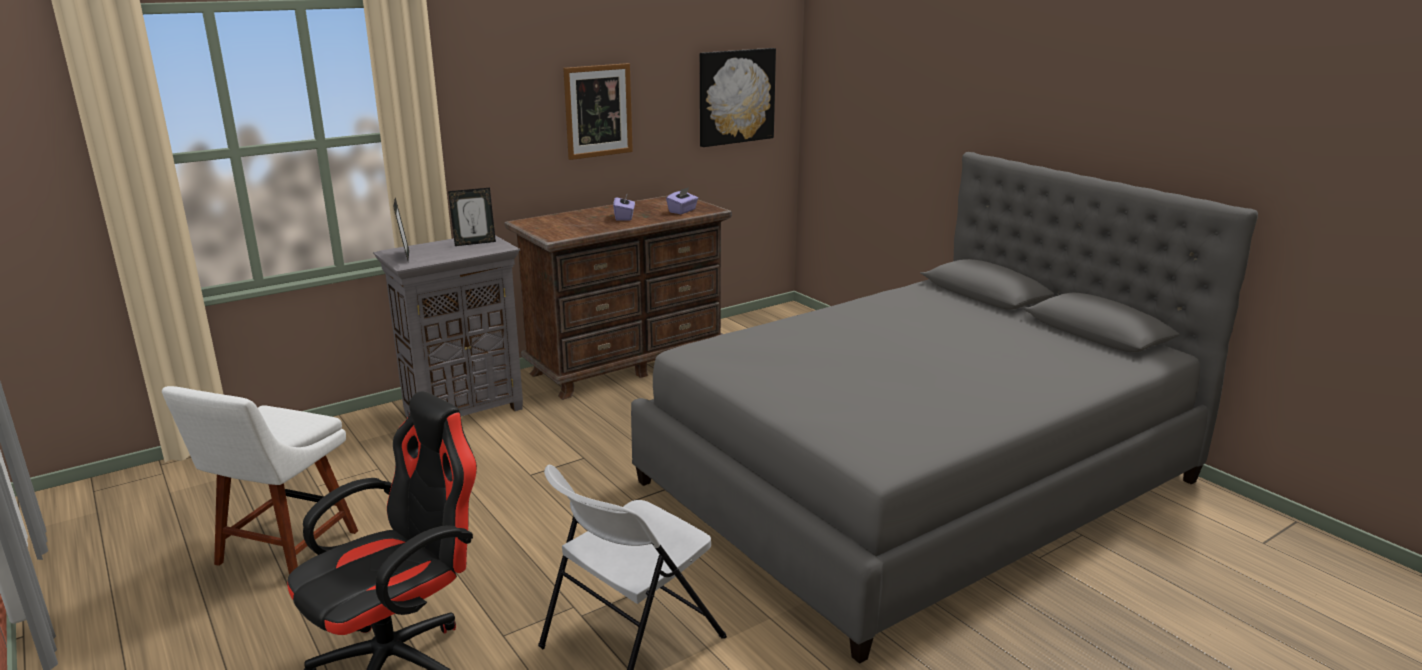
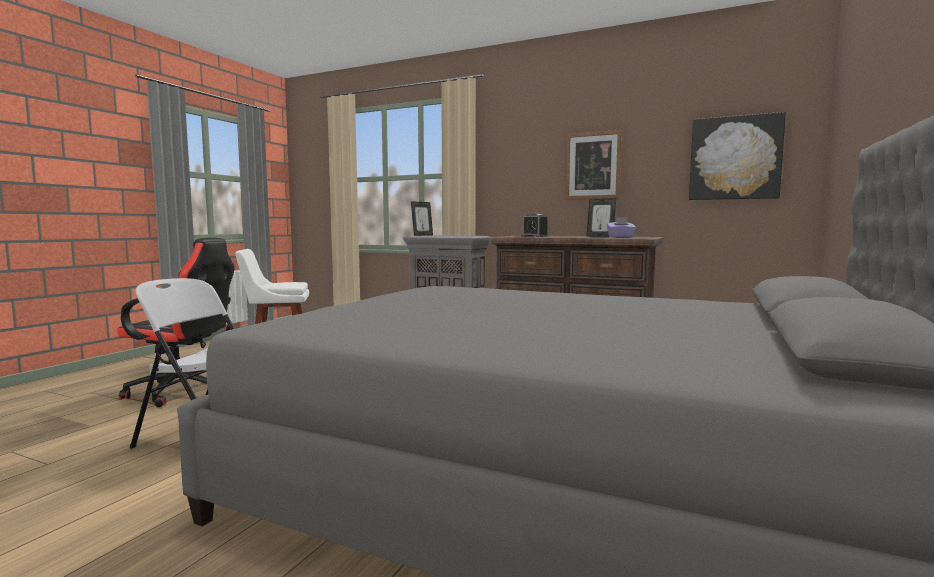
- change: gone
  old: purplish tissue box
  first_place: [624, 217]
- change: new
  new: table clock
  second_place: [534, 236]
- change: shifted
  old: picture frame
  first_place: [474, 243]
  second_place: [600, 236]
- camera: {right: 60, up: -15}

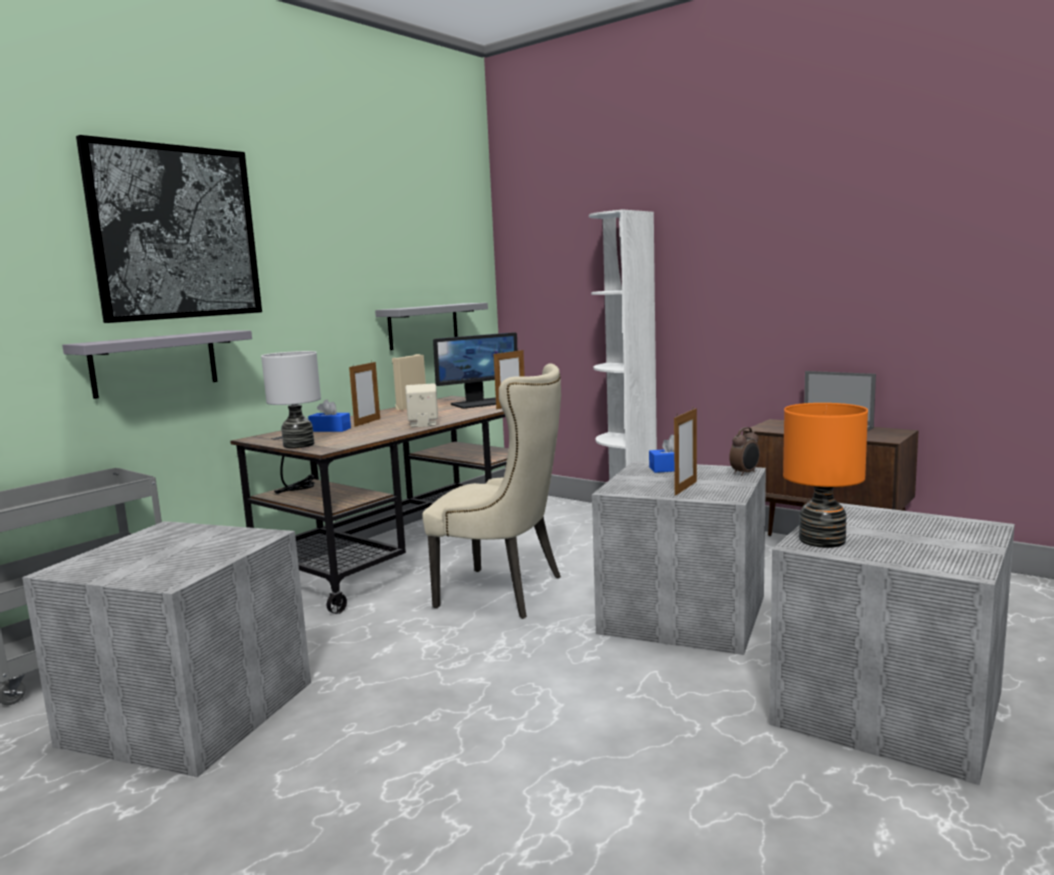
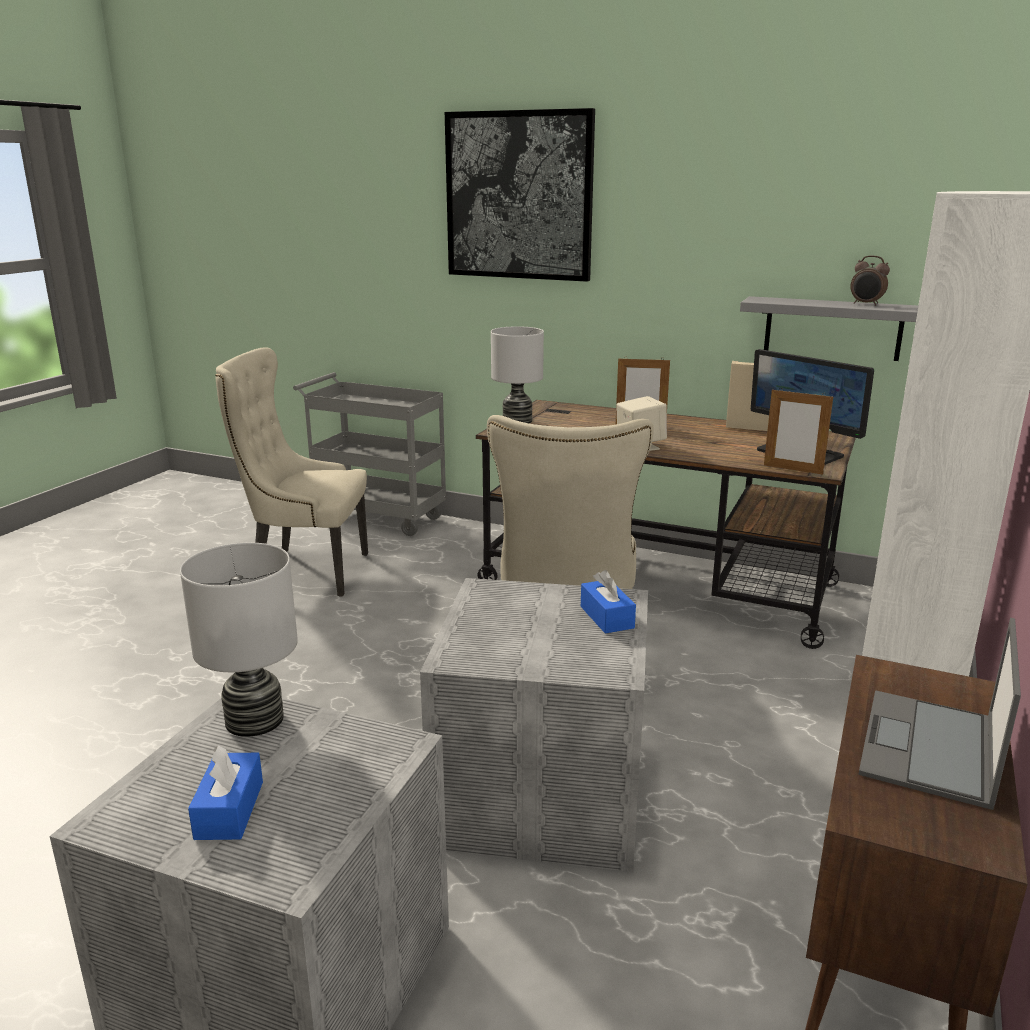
- change: gone
  old: gray bracket shelf
  first_place: [155, 363]
- change: gone
  old: picture frame
  first_place: [685, 488]
- change: shifted
  old: blue tissue box
  first_place: [330, 430]
  second_place: [229, 810]
- change: shifted
  old: table clock
  first_place: [745, 473]
  second_place: [866, 304]
- change: swapped
  old: gray storage container
  new: beige-coloured upright chair
  first_place: [185, 714]
  second_place: [306, 573]
- change: repainted
  old: orange-coloured tabletop lamp
  new: gray tabletop lamp
  first_place: [822, 540]
  second_place: [254, 720]
- camera: {right: 75, up: 10}

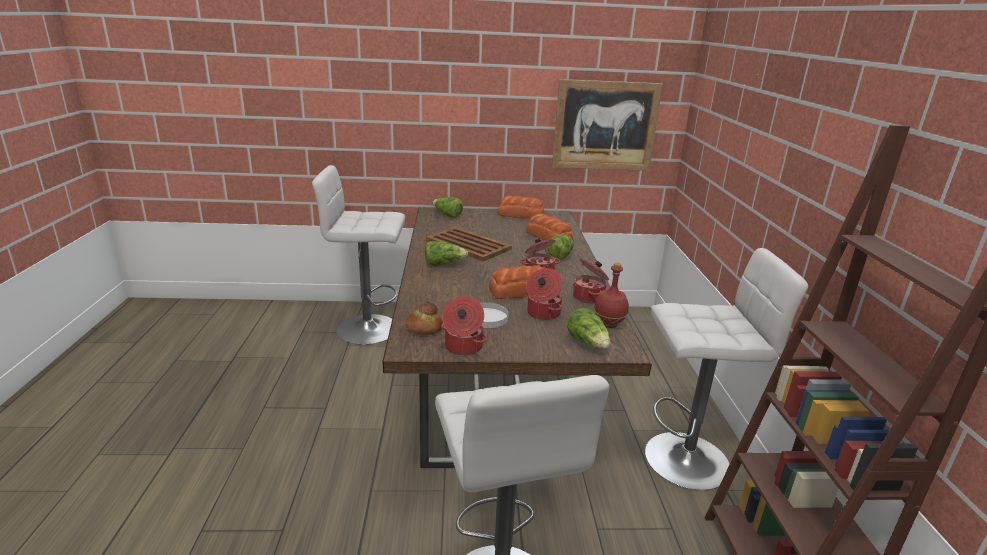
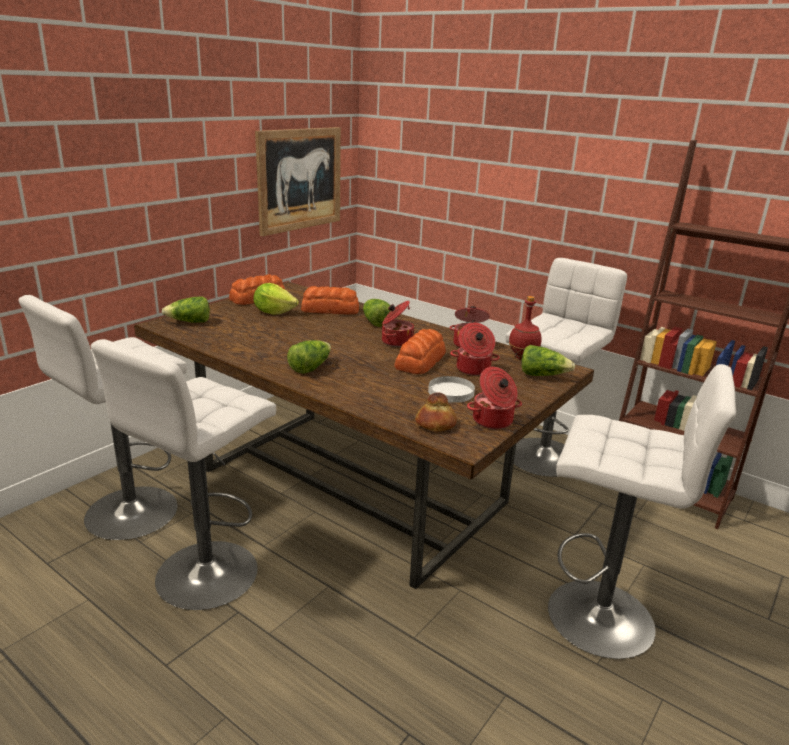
- change: gone
  old: brownish carrying tray
  first_place: [467, 244]
- change: new
  new: white sitting stool
  second_place: [205, 574]
- change: new
  new: lettuce head
  second_place: [274, 312]
- camera: {right: -50, up: 0}

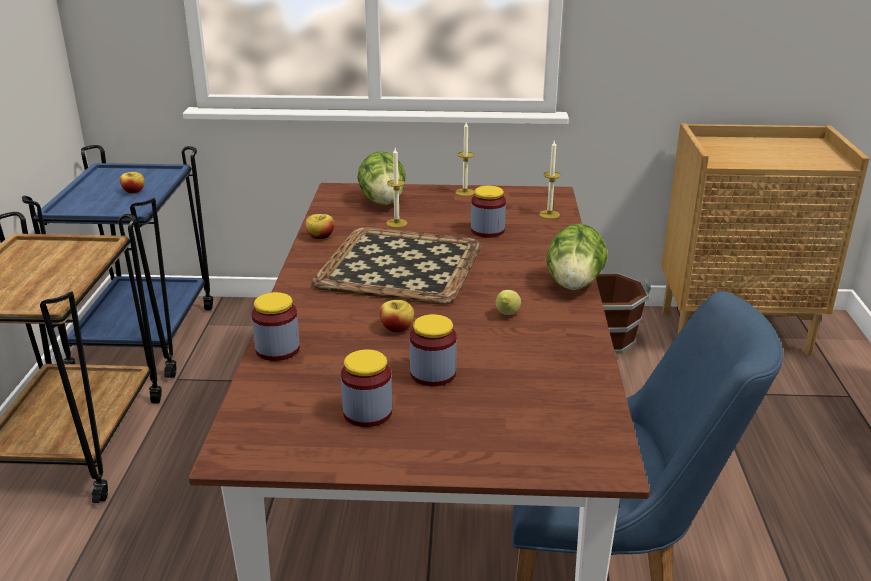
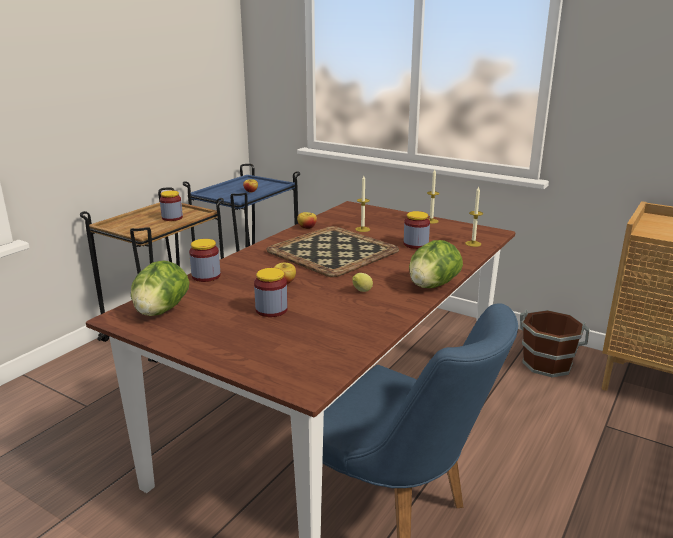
- change: shifted
  old: storage jar
  first_place: [367, 413]
  second_place: [172, 218]
- change: shifted
  old: lettuce head
  first_place: [383, 201]
  second_place: [161, 311]
- camera: {right: 30, up: -5}

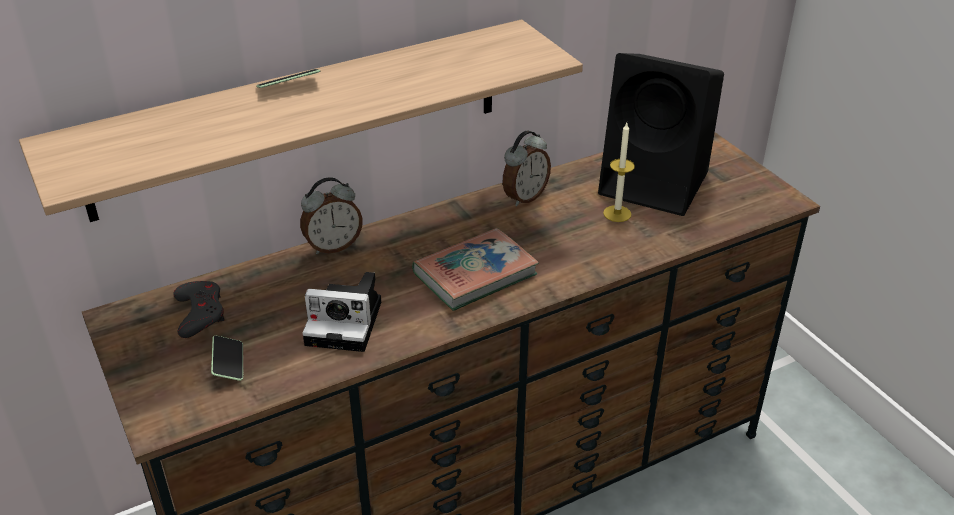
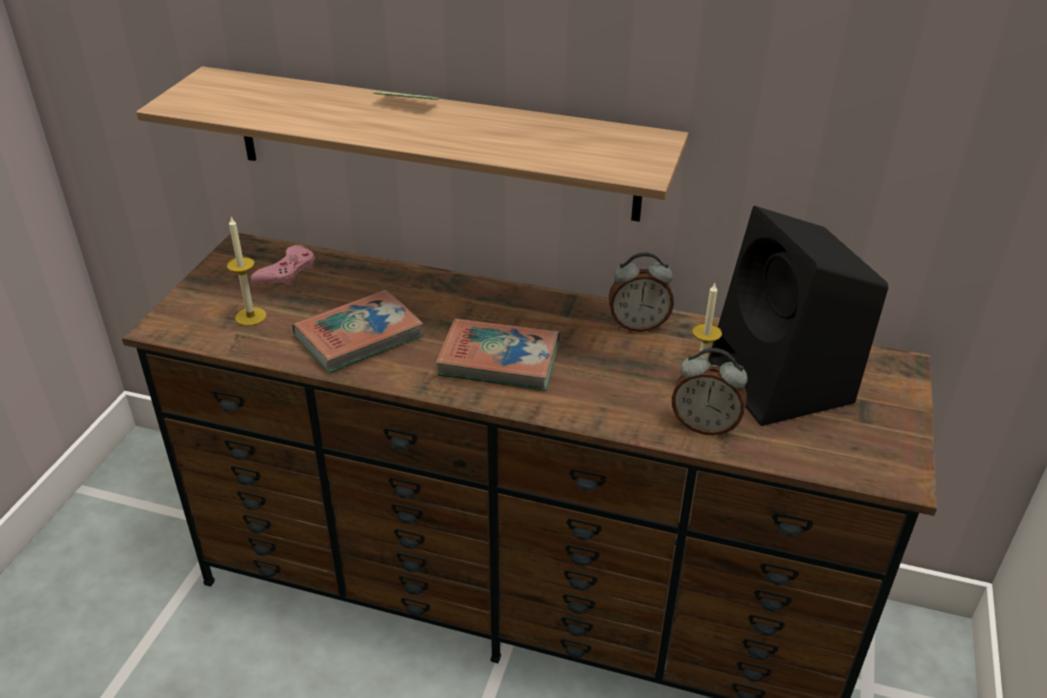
- change: shifted
  old: table clock
  first_place: [333, 246]
  second_place: [704, 425]
- change: swapped
  old: handset
  new: wax candle
  first_place: [229, 364]
  second_place: [250, 316]
- change: swapped
  old: photo camera
  new: bound book
  first_place: [347, 323]
  second_place: [359, 337]
- change: repainted
  old: gray joypad
  new: pink joypad
  first_place: [200, 313]
  second_place: [287, 272]
- camera: {right: 45, up: 0}

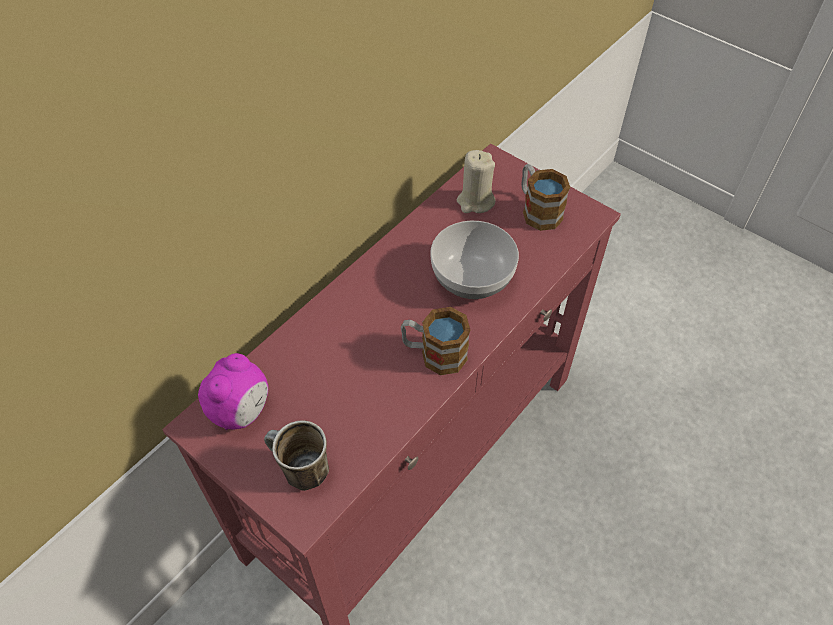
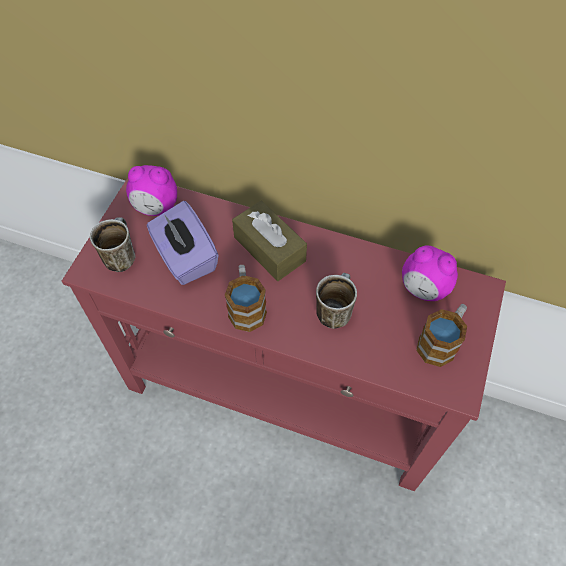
- change: new
  new: purplish tissue box
  second_place: [185, 258]
- change: new
  new: brownish tissue box
  second_place: [269, 249]
- change: swapped
  old: serving bowl
  new: mug
  first_place: [470, 278]
  second_place: [333, 310]
- change: swapped
  old: beige-coloured wax candle
  new: table clock
  first_place: [475, 201]
  second_place: [423, 289]
- camera: {right: 70, up: 5}

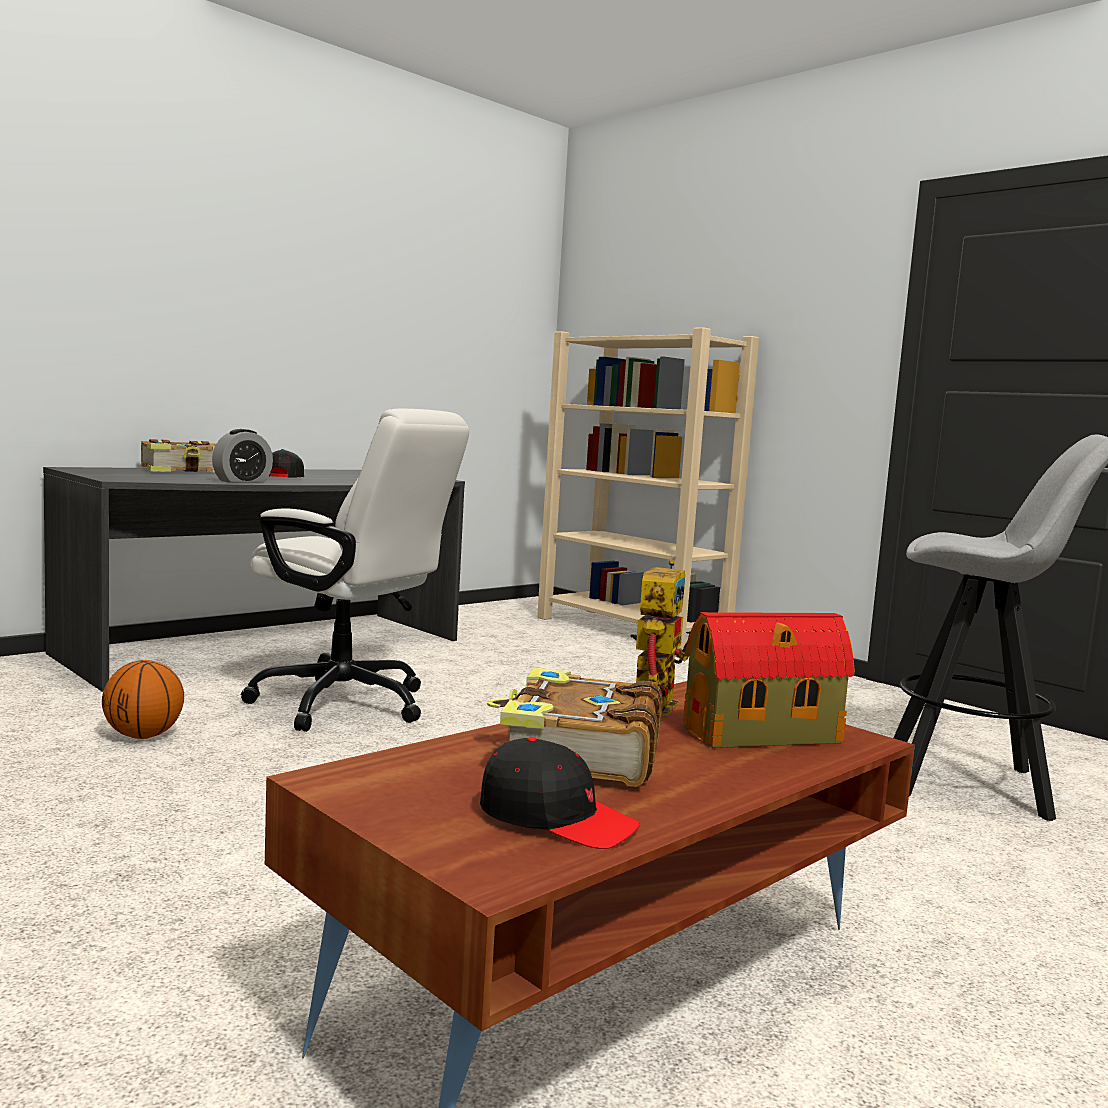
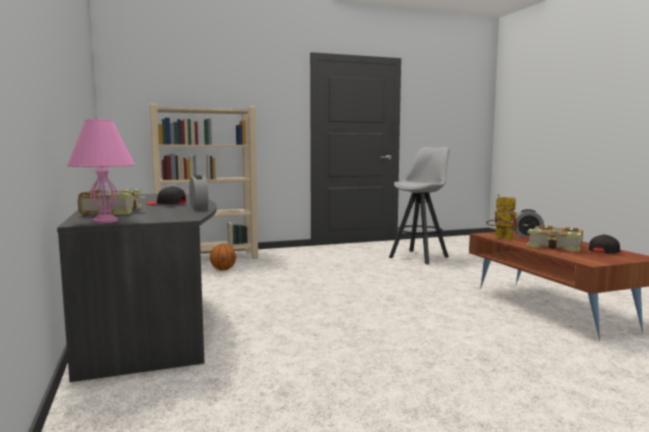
- change: gone
  old: white office chair
  first_place: [349, 706]
- change: new
  new: pink tabletop lamp
  second_place: [105, 221]
- change: shifted
  old: ball for basketball
  first_place: [143, 736]
  second_place: [223, 269]
- change: swapped
  old: model house
  new: table clock
  first_place: [765, 734]
  second_place: [527, 235]
- camera: {right: -65, up: 0}

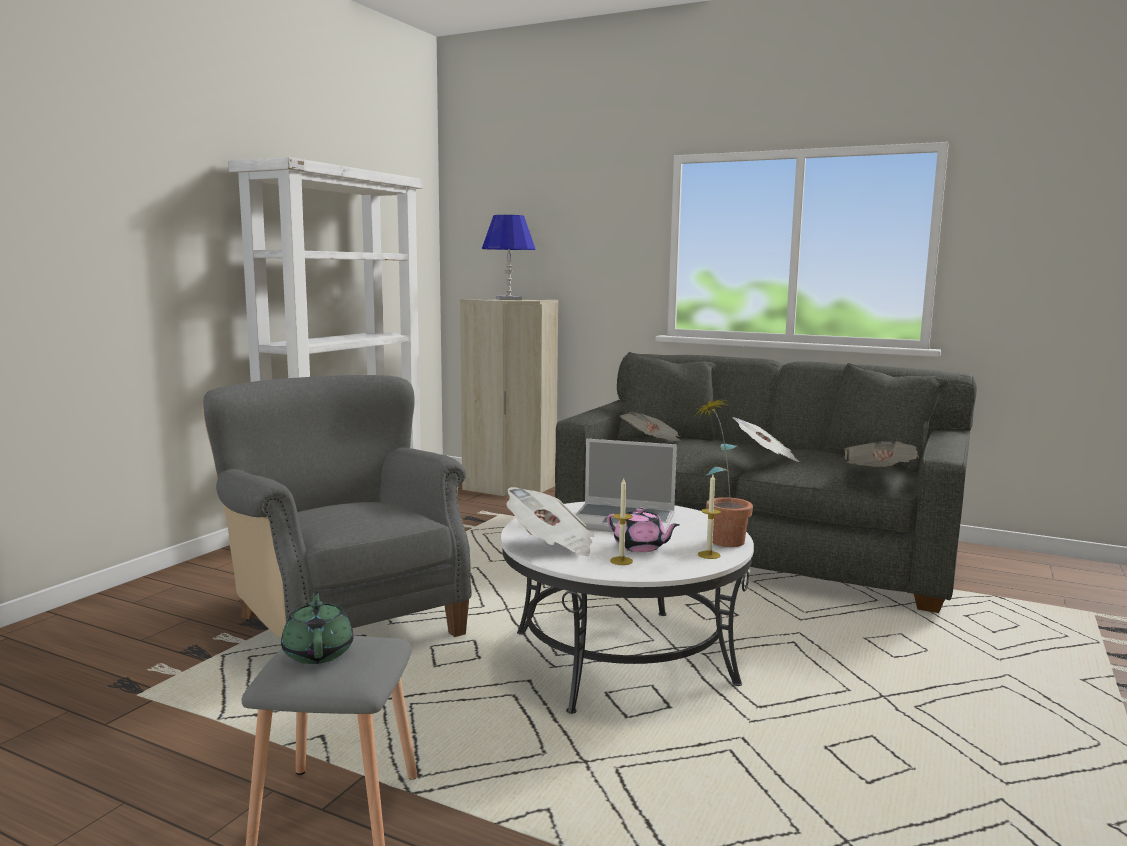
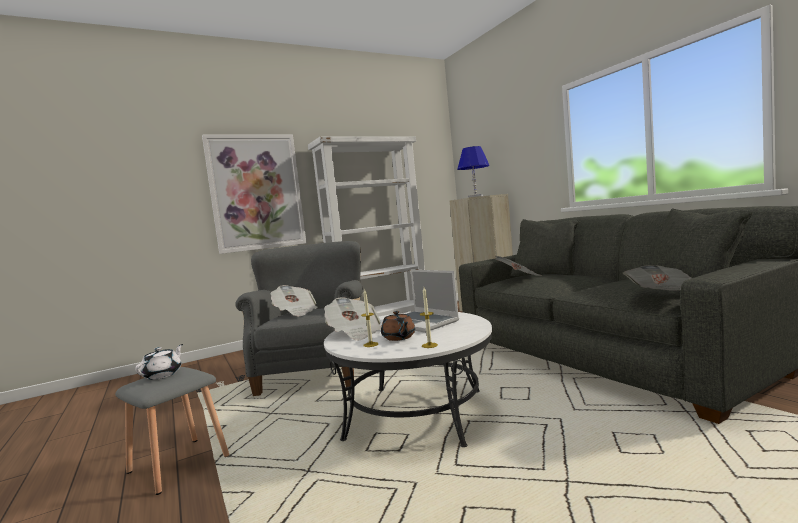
- change: gone
  old: plant in a pot
  first_place: [720, 538]
- change: new
  new: wall art
  second_place: [256, 192]
- change: shifted
  old: printed paper
  first_place: [765, 457]
  second_place: [295, 312]
- change: repainted
  old: greenish teapot
  new: white teapot
  first_place: [318, 652]
  second_place: [163, 374]
- change: repainted
  old: pink teapot
  new: brownish teapot
  first_place: [640, 547]
  second_place: [399, 337]
- camera: {right: 35, up: -5}

